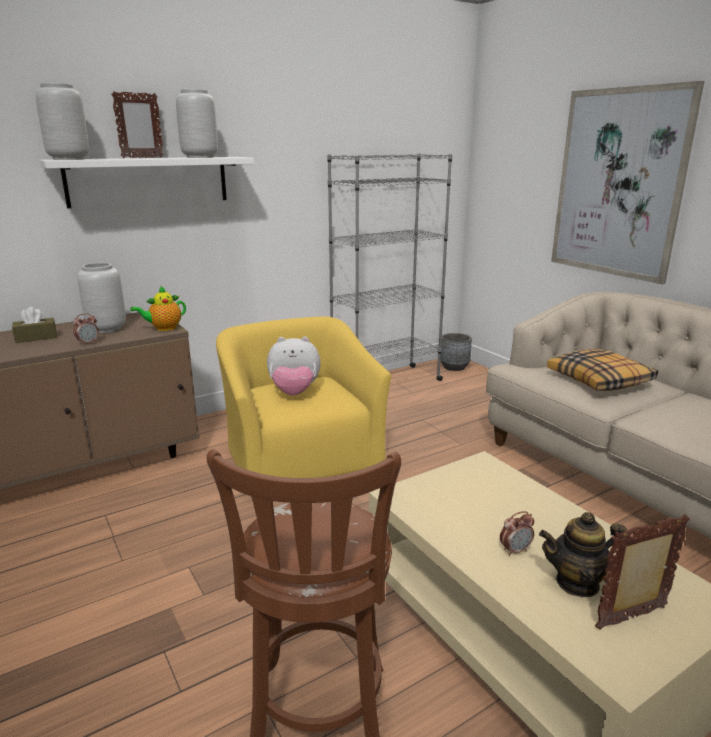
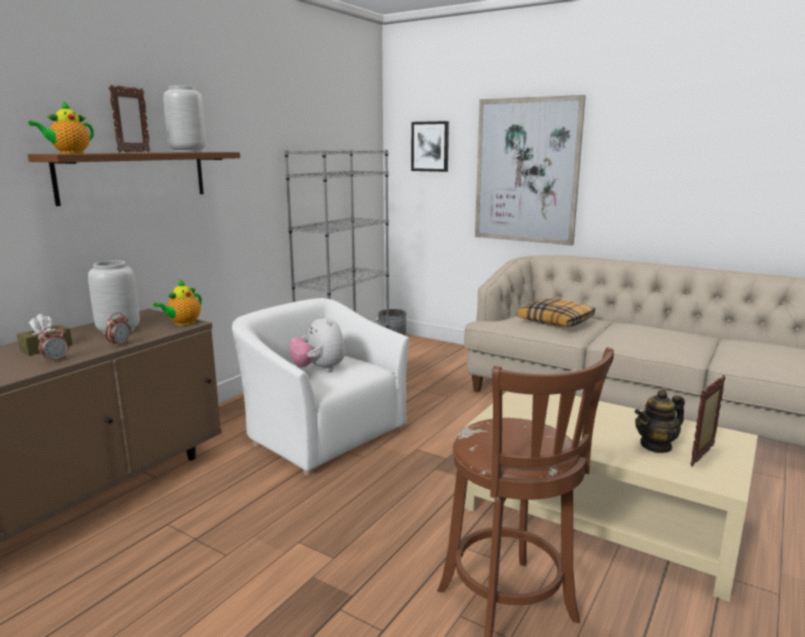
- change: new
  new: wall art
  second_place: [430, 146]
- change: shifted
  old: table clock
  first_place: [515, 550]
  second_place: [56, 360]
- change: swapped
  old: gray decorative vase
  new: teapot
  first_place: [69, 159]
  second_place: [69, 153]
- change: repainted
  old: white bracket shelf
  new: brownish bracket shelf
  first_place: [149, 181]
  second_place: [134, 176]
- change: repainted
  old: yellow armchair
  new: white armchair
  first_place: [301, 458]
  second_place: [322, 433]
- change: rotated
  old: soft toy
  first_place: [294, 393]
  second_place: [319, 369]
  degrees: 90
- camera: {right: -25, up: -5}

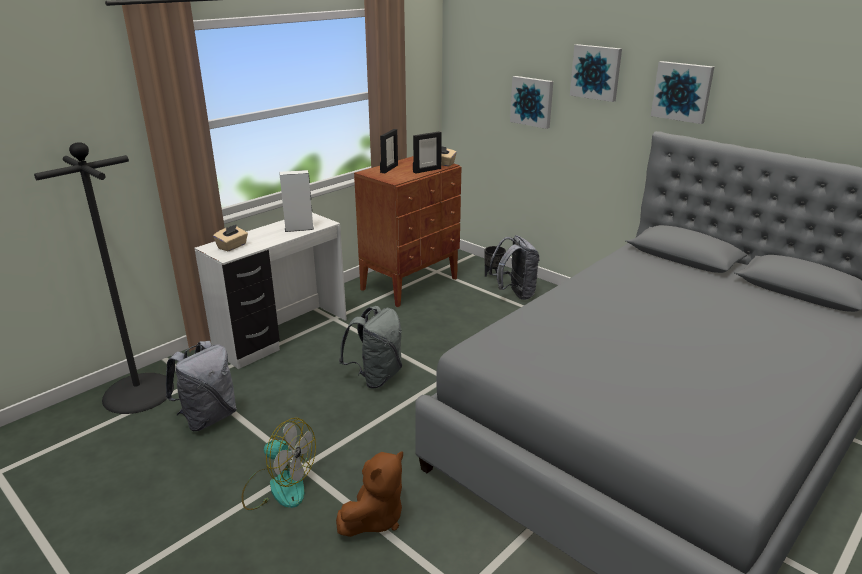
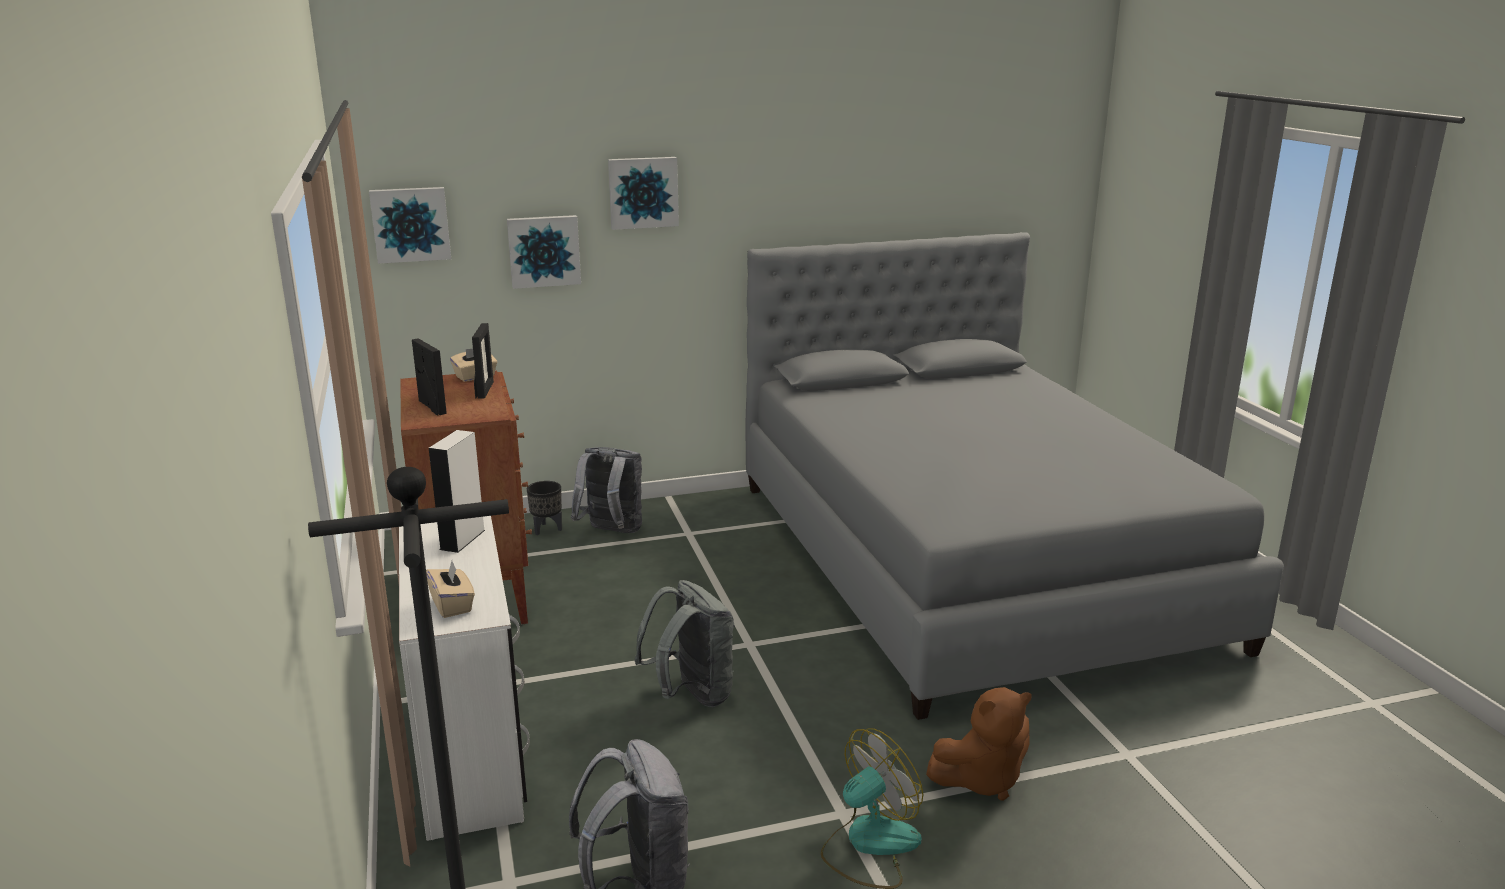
- change: shifted
  old: wall art
  first_place: [682, 91]
  second_place: [410, 224]
- change: rotated
  old: brownish soft toy
  first_place: [375, 518]
  second_place: [981, 779]
  degrees: 90
- camera: {right: -60, up: -5}

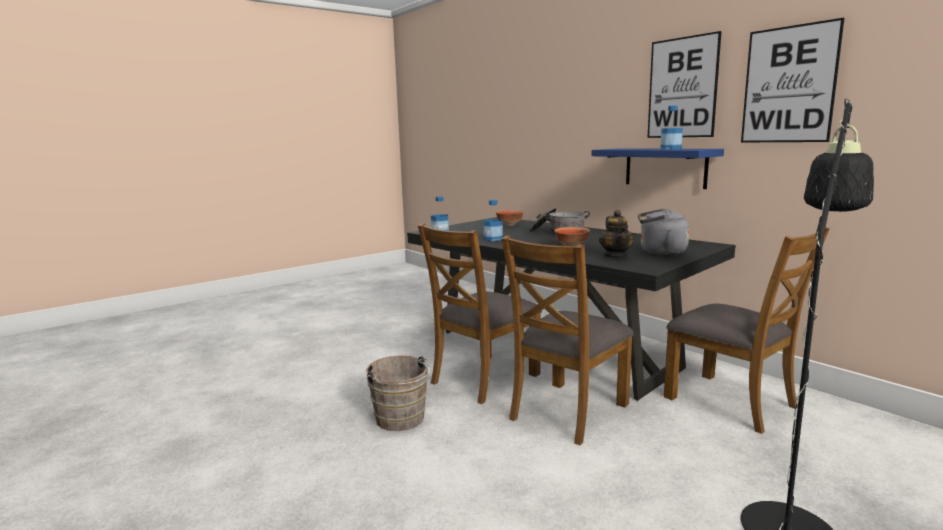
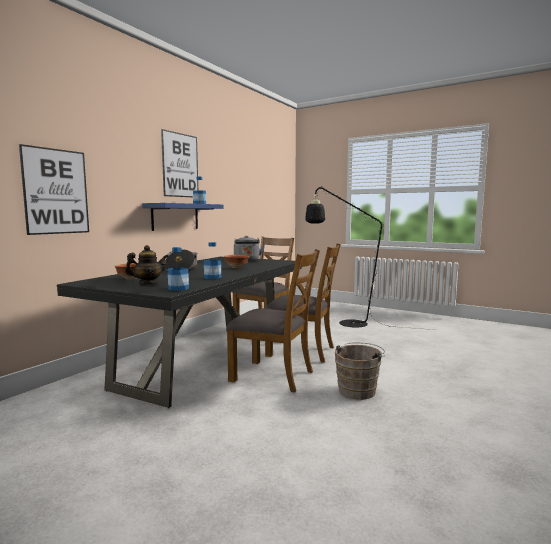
- change: shifted
  old: teapot
  first_place: [615, 256]
  second_place: [148, 283]
- change: shifted
  old: wall art
  first_place: [789, 85]
  second_place: [56, 191]
- camera: {right: -110, up: -5}

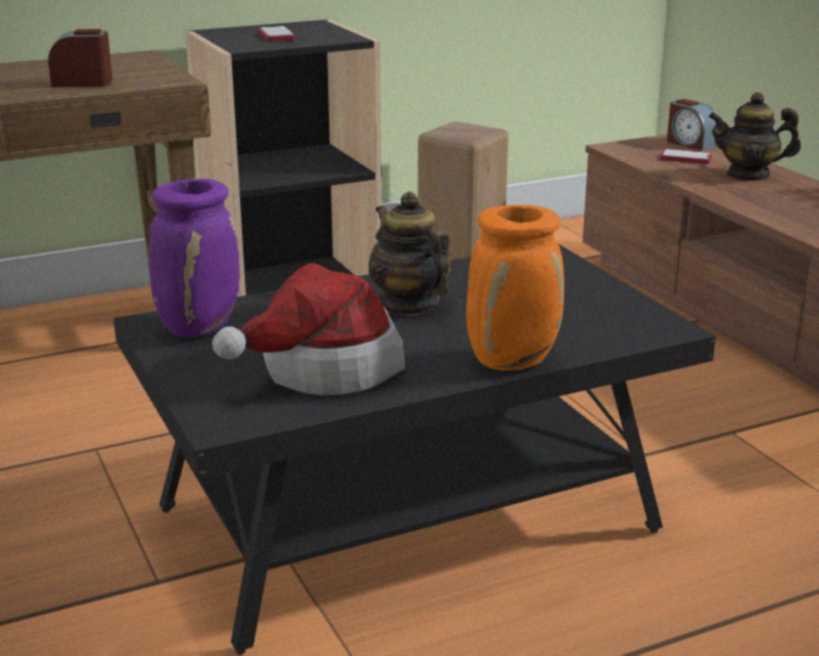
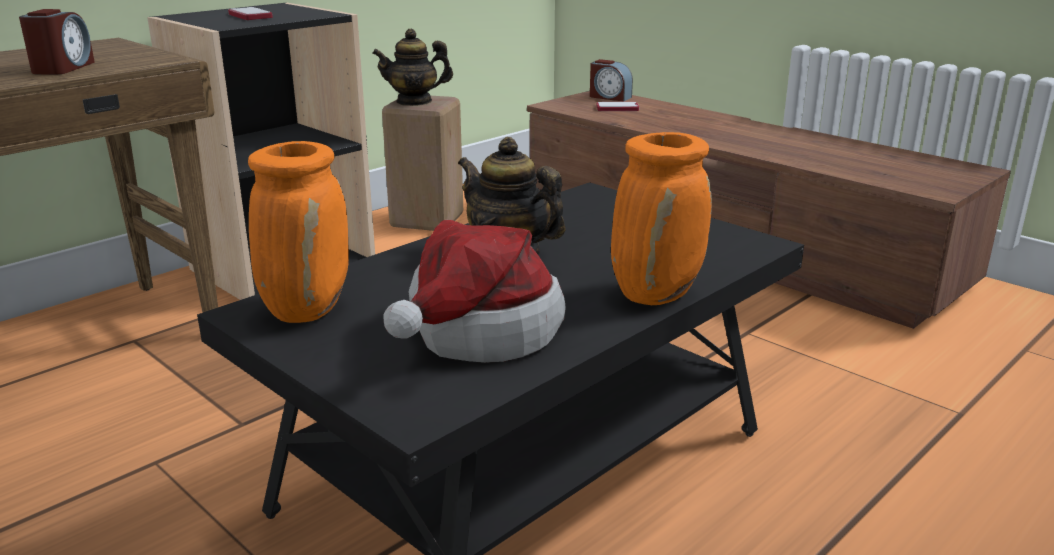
- change: shifted
  old: teapot
  first_place: [748, 175]
  second_place: [414, 101]
- change: repainted
  old: purplish decorative vase
  new: orange-coloured decorative vase
  first_place: [199, 327]
  second_place: [306, 309]
- change: rotated
  old: table clock
  first_place: [82, 83]
  second_place: [63, 68]
  degrees: 120
- camera: {right: -20, up: 0}

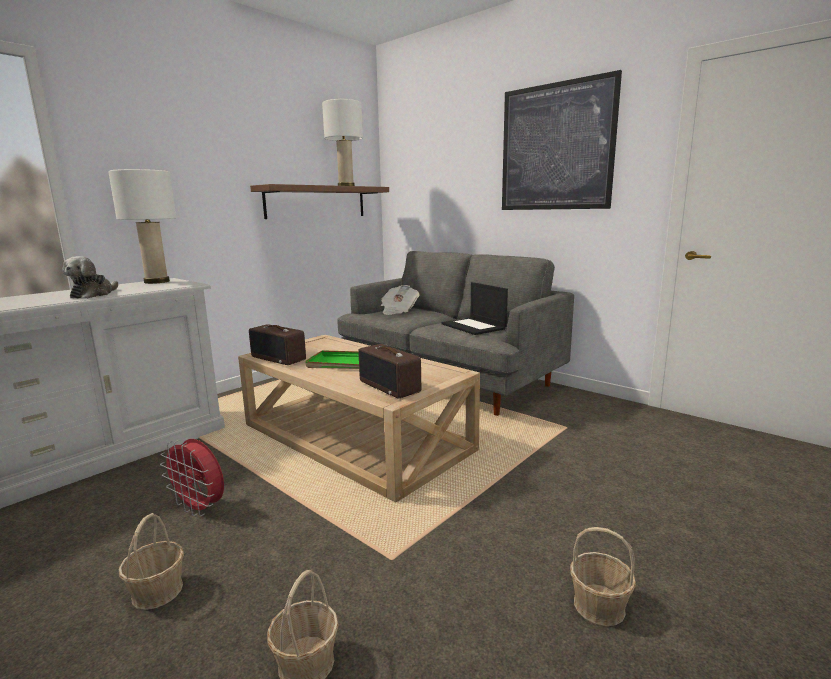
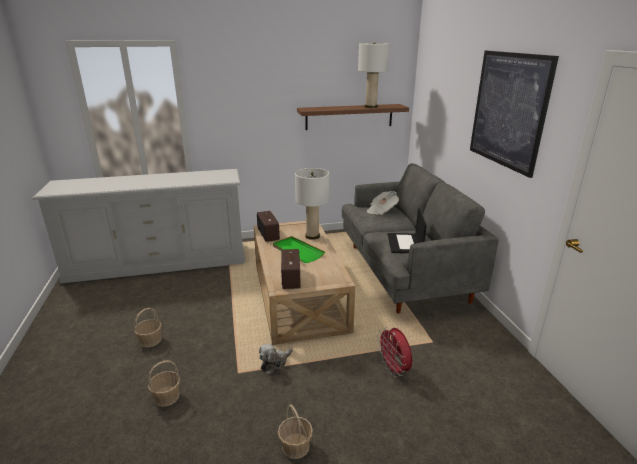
- change: shifted
  old: soft toy
  first_place: [93, 294]
  second_place: [275, 363]
- change: shifted
  old: white tabletop lamp
  first_place: [157, 281]
  second_place: [312, 236]
- change: shifted
  old: reddish electric fan
  first_place: [200, 508]
  second_place: [394, 369]
- camera: {right: 35, up: 10}

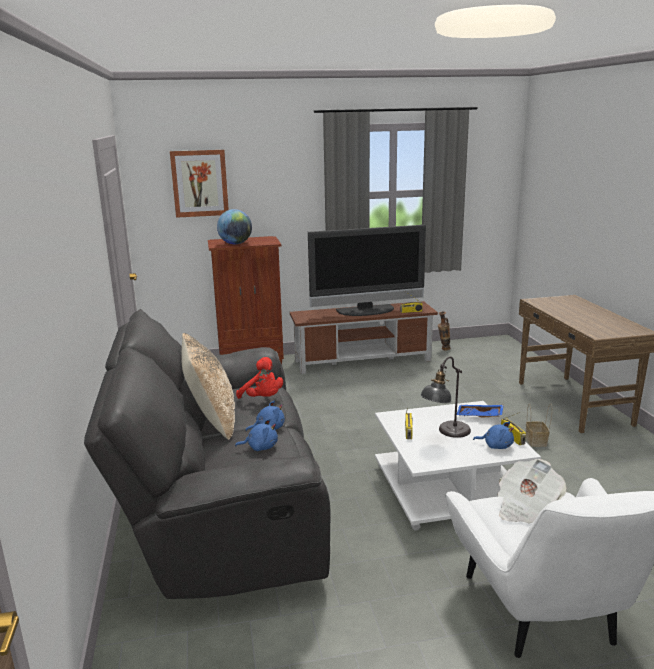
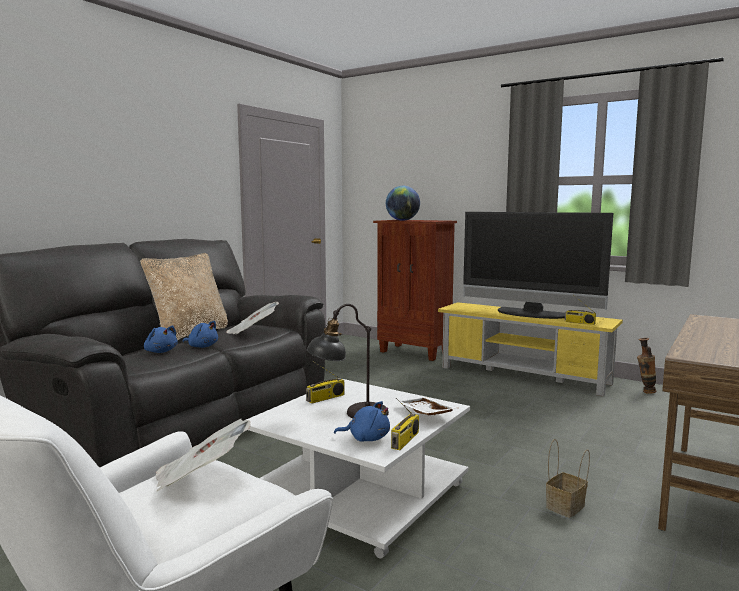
- change: gone
  old: wall art
  first_place: [200, 183]
- change: swapped
  old: reddish soft toy
  new: printed paper
  first_place: [263, 399]
  second_place: [252, 332]
- change: repainted
  old: brownish tv unit
  new: yellow tv unit
  first_place: [363, 361]
  second_place: [523, 376]
- change: repainted
  old: blue carrying tray
  new: white carrying tray
  first_place: [479, 416]
  second_place: [424, 414]
- change: rotated
  old: blue soft toy
  first_place: [496, 446]
  second_place: [366, 438]
  degrees: -60
- camera: {right: 45, up: -10}

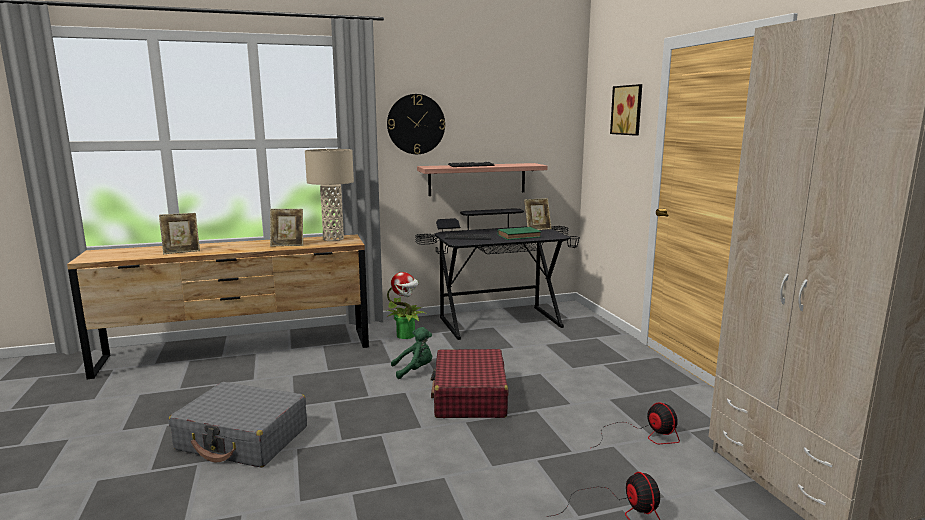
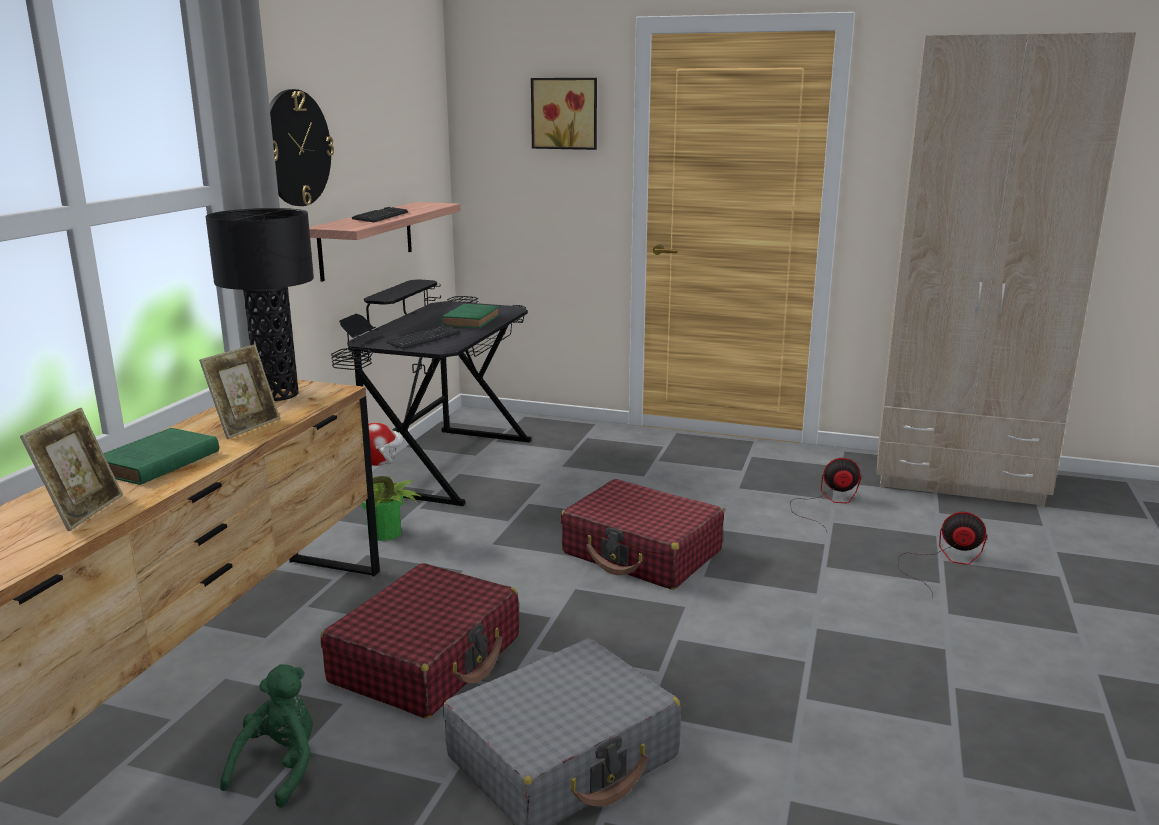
- change: gone
  old: picture frame
  first_place: [537, 229]
- change: new
  new: greenish bound book
  second_place: [155, 464]
- change: new
  new: reddish travel case
  second_place: [427, 660]
- change: shifted
  old: greenish soft toy
  first_place: [414, 370]
  second_place: [280, 768]
- change: repainted
  old: beige-coloured tabletop lamp
  new: black-coloured tabletop lamp
  first_place: [333, 239]
  second_place: [278, 394]
- camera: {right: -55, up: 5}

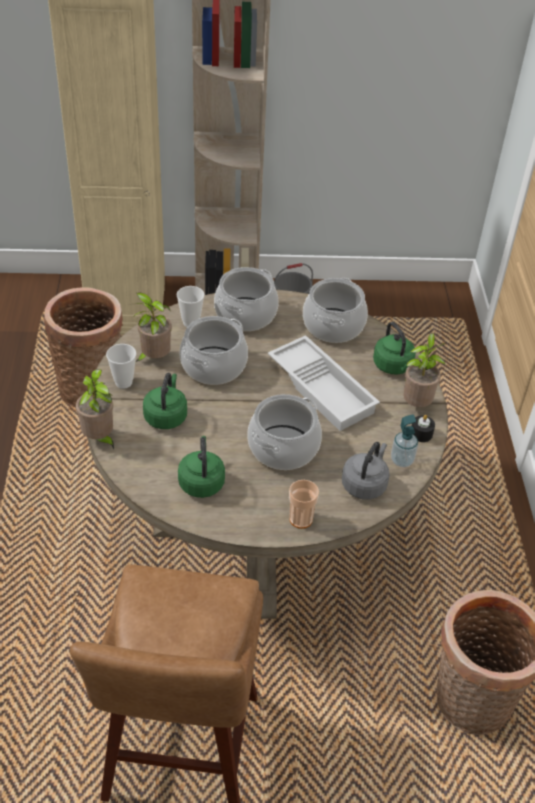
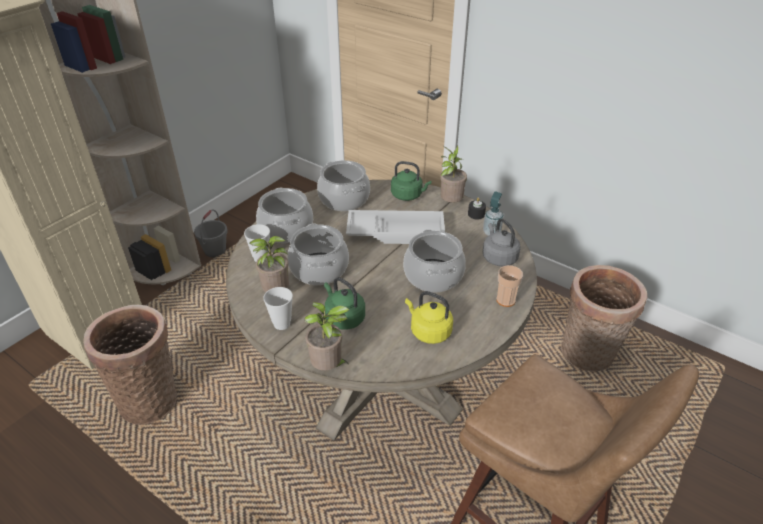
- change: repainted
  old: greenish tea kettle
  new: yellow tea kettle
  first_place: [201, 482]
  second_place: [428, 331]
- camera: {right: -50, up: -5}

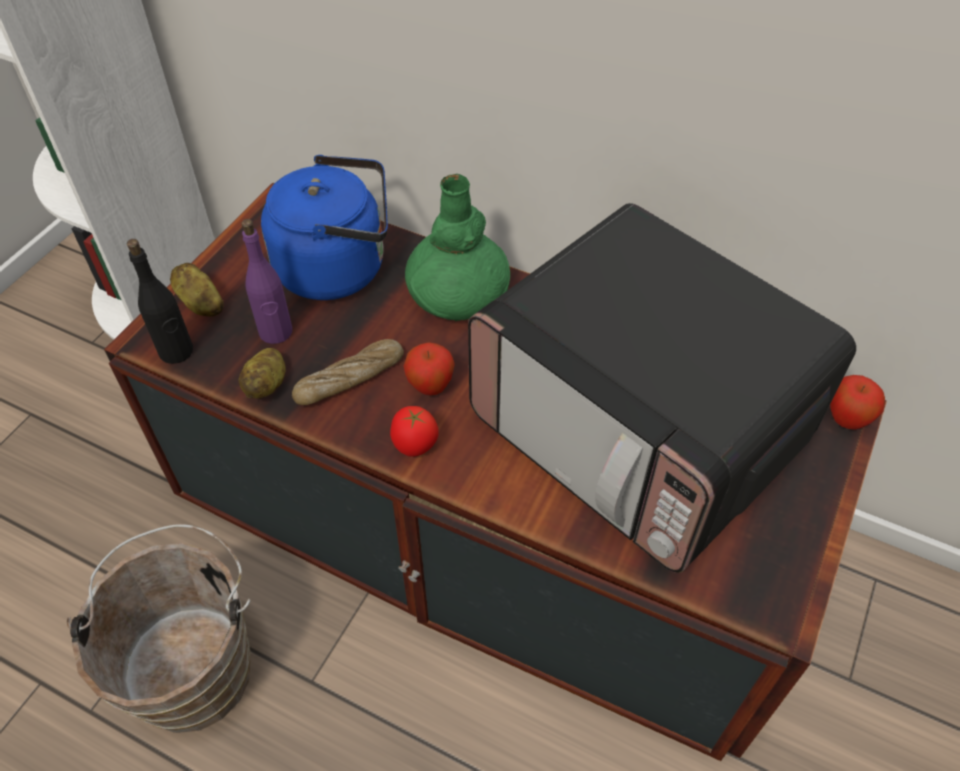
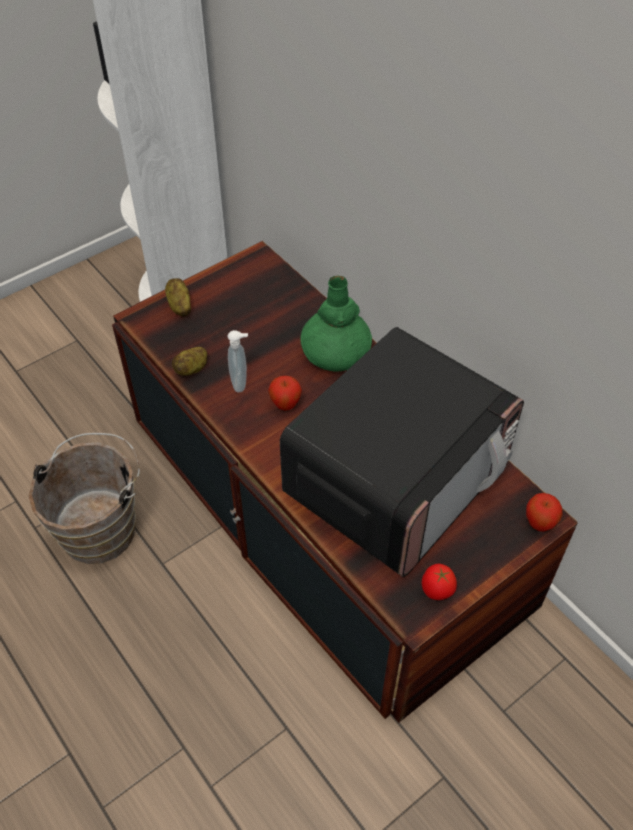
- change: gone
  old: black-coloured bottle
  first_place: [176, 351]
- change: gone
  old: purplish bottle
  first_place: [276, 332]
- change: gone
  old: blue tea kettle
  first_place: [338, 267]
- change: shifted
  old: tomato
  first_place: [415, 447]
  second_place: [436, 592]
- change: swapped
  old: bakery bread
  new: liquid soap bottle
  first_place: [350, 379]
  second_place: [241, 382]
- change: rotated
  old: microwave
  first_place: [639, 431]
  second_place: [397, 479]
  degrees: -120
- camera: {right: 25, up: 0}

